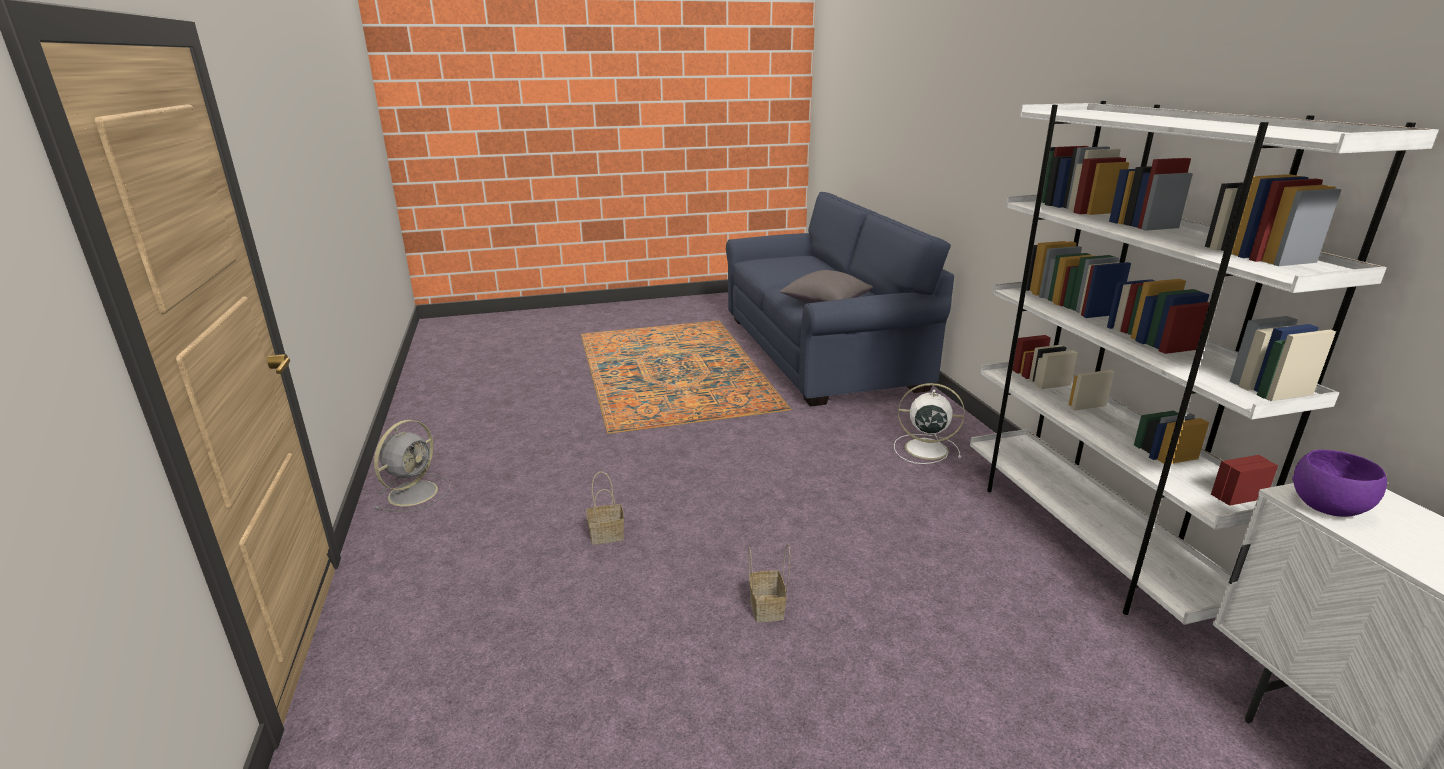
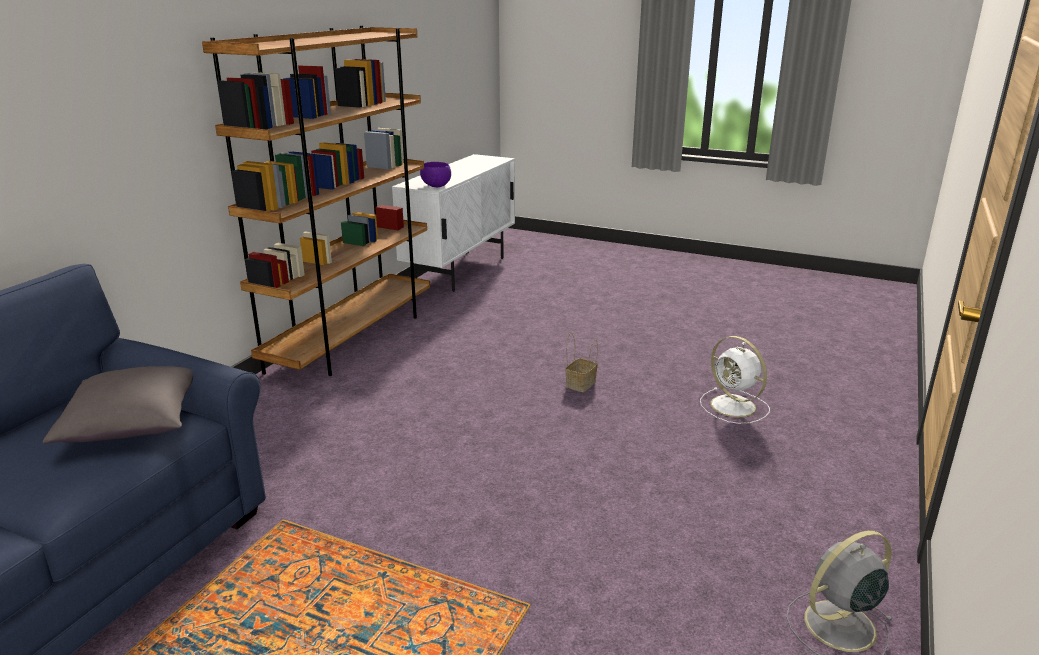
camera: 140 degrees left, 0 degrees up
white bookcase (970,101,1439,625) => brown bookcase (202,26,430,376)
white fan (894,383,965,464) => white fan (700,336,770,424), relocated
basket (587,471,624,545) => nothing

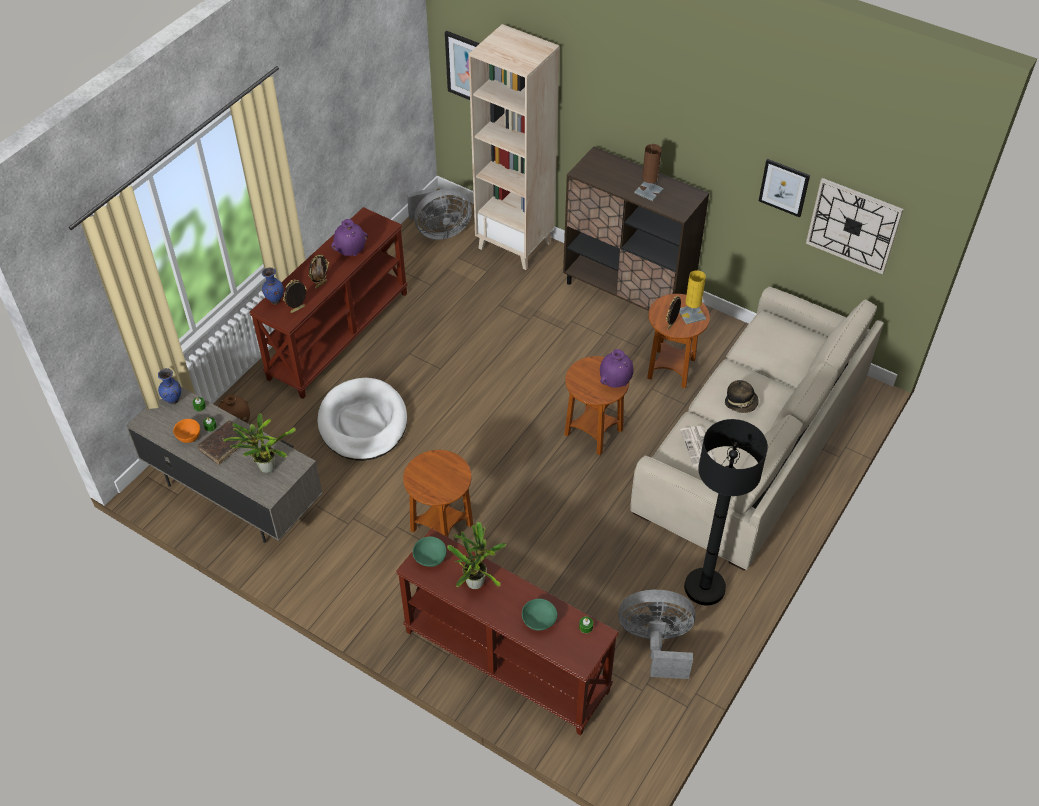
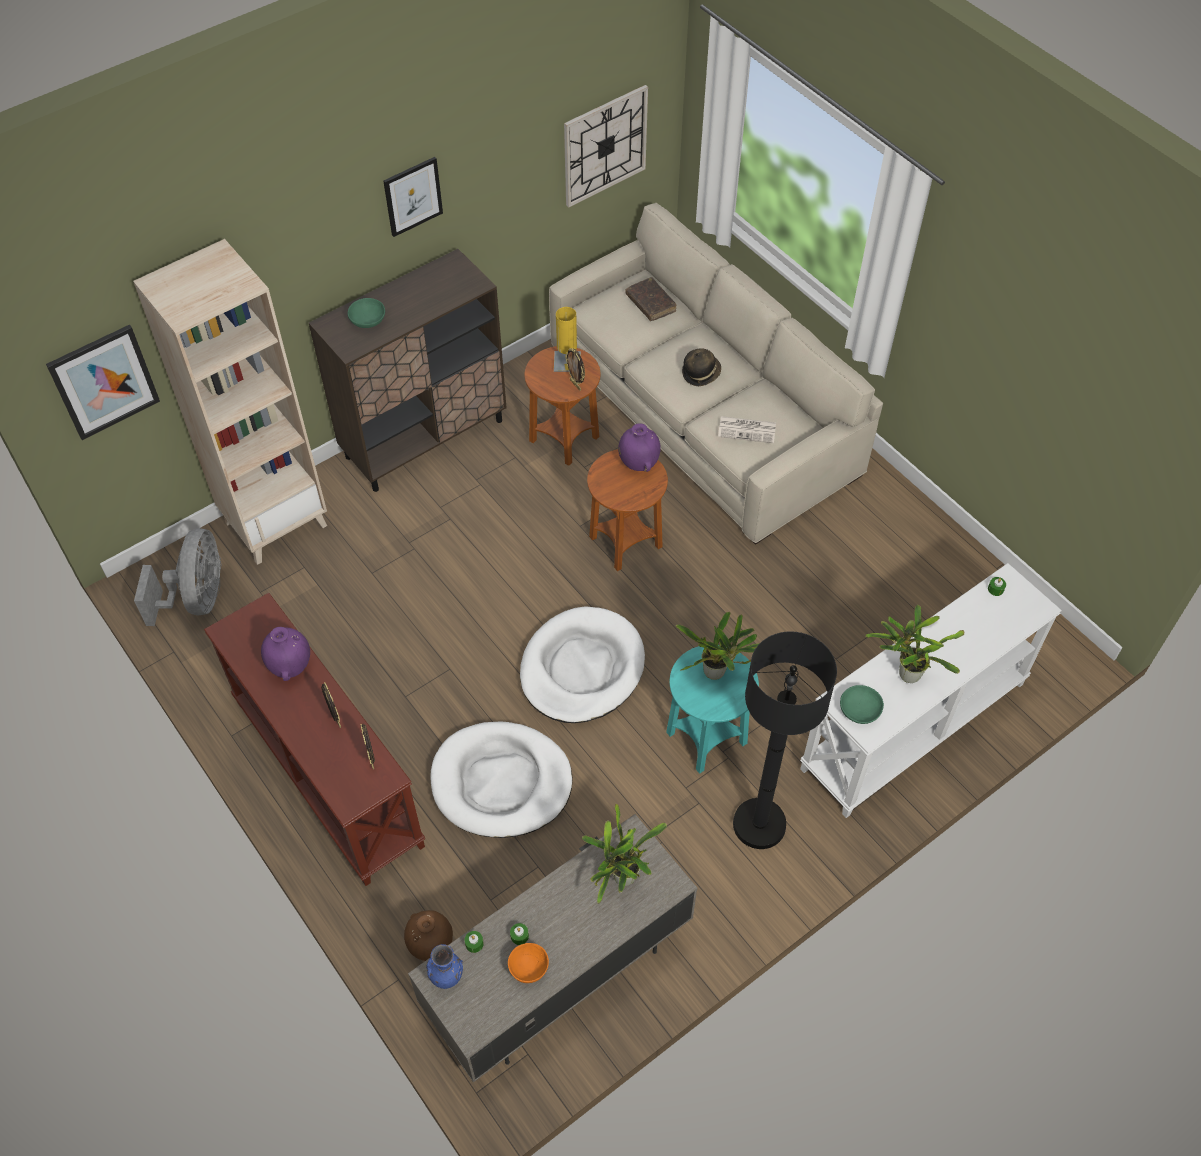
camera: 70 degrees left, 5 degrees up
brown table lamp (634,144,664,201) => nothing
picture (759,159,810,217) => picture (383,157,443,237), relocated
blue vase (262,267,284,305) => nothing
black floor lamp (684,419,768,606) => black floor lamp (733,631,837,849), relocated
brown book (197,420,250,465) => brown book (625,277,676,321), relocated
brown side table (403,450,473,538) => turquoise side table (666,646,759,774)
brown console table (396,528,619,735) => white console table (800,563,1062,818)
grey fan (618,590,696,679) => nothing
green bowl (522,599,557,631) => green bowl (347,298,385,328), relocated
nothing => white dog bed (520,606,645,723)
nothing => potted plant (676,612,760,680)

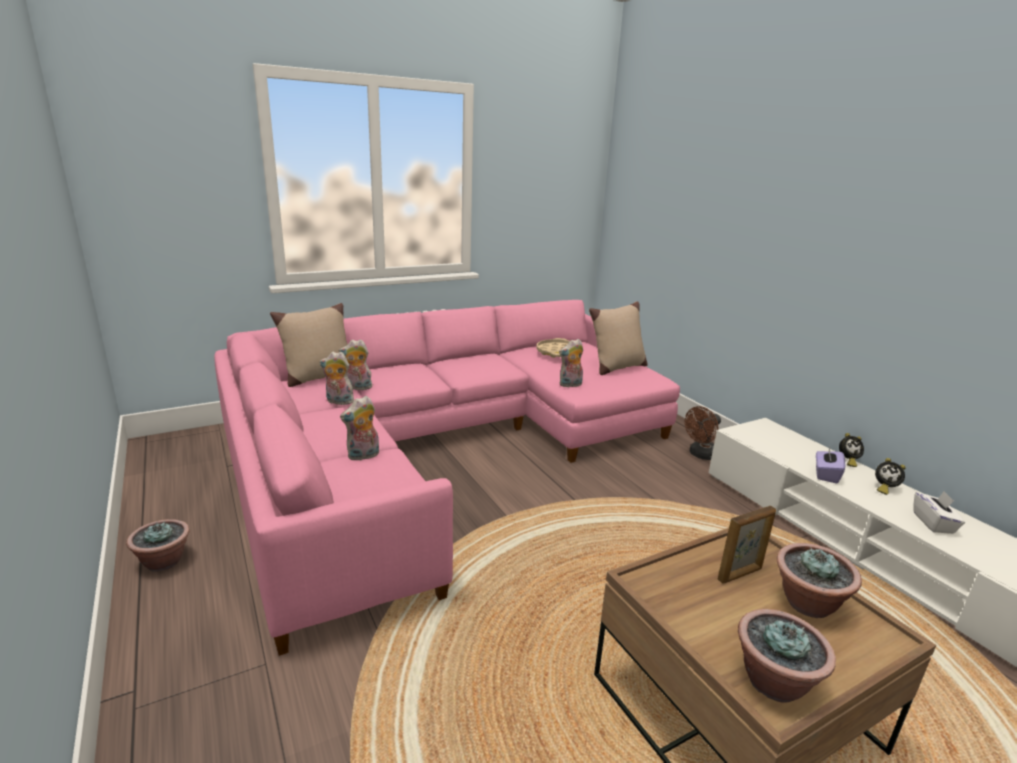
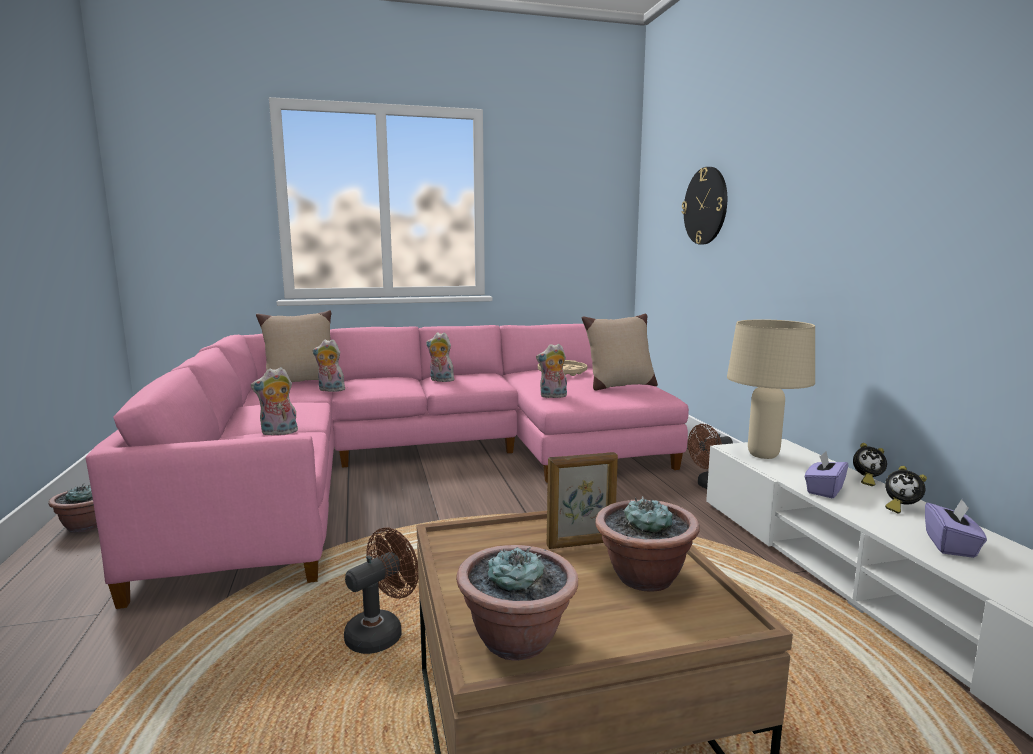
camera: 15 degrees right, 10 degrees down
plush toy (319,352,354,405) => plush toy (426,332,454,382), relocated
white tissue box (913,491,965,534) => purple tissue box (925,499,987,558)
nothing => wall clock (682,167,727,245)
nothing => beige table lamp (727,319,815,459)
nothing => brown fan (344,527,418,654)

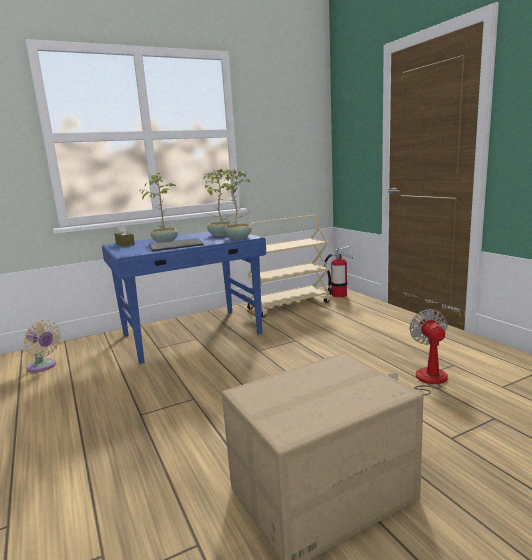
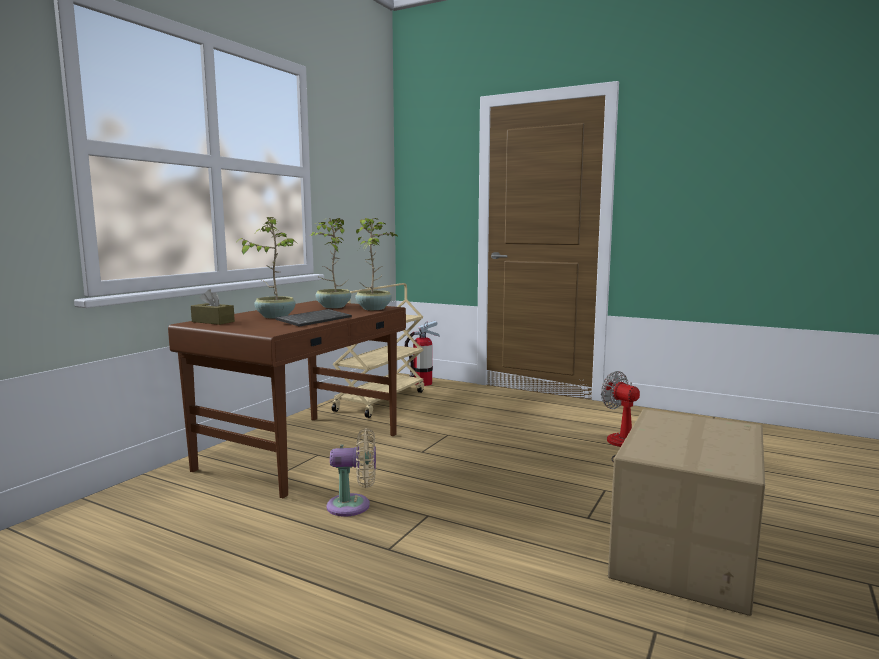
camera: 35 degrees left, 5 degrees down
blue desk (102,231,266,364) => brown desk (168,301,406,498)
beige fan (23,320,61,372) => beige fan (326,428,376,517), relocated

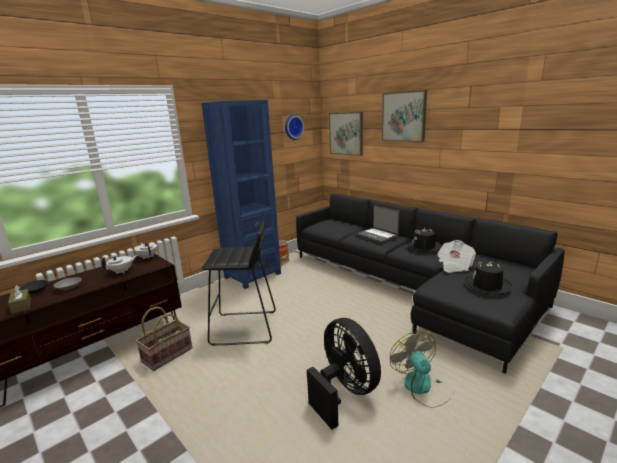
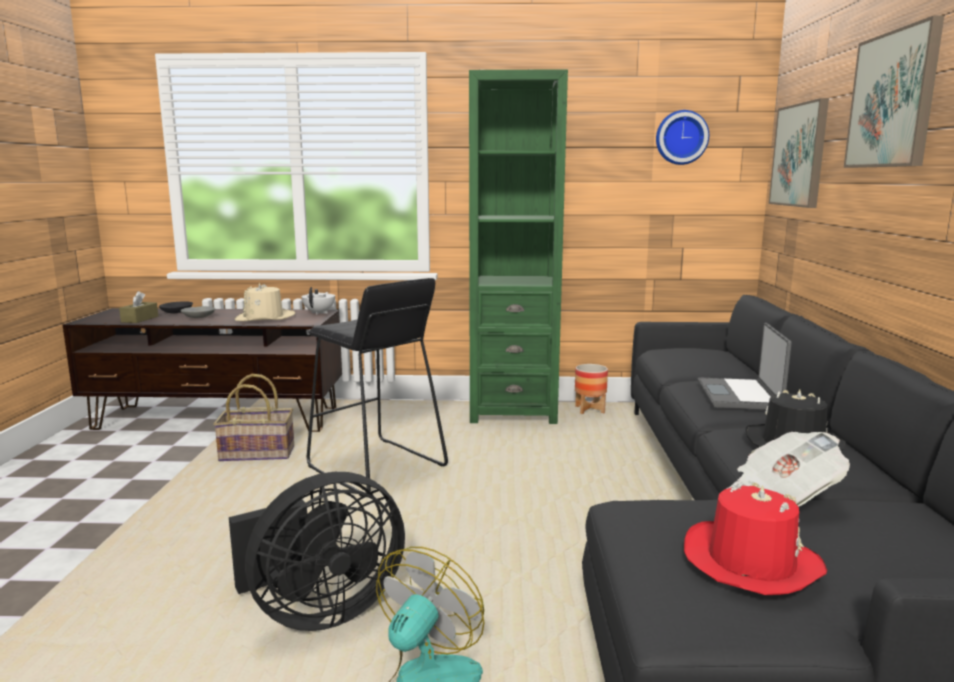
camera: 45 degrees right, 5 degrees down
blue bookcase (201,100,281,289) => green bookcase (469,69,568,424)
white teapot (101,255,137,274) => beige hat (235,282,295,321)
black hat (465,262,512,295) => red hat (684,482,827,595)
black fan (307,318,381,430) => black fan (229,472,405,631), 45 degrees clockwise

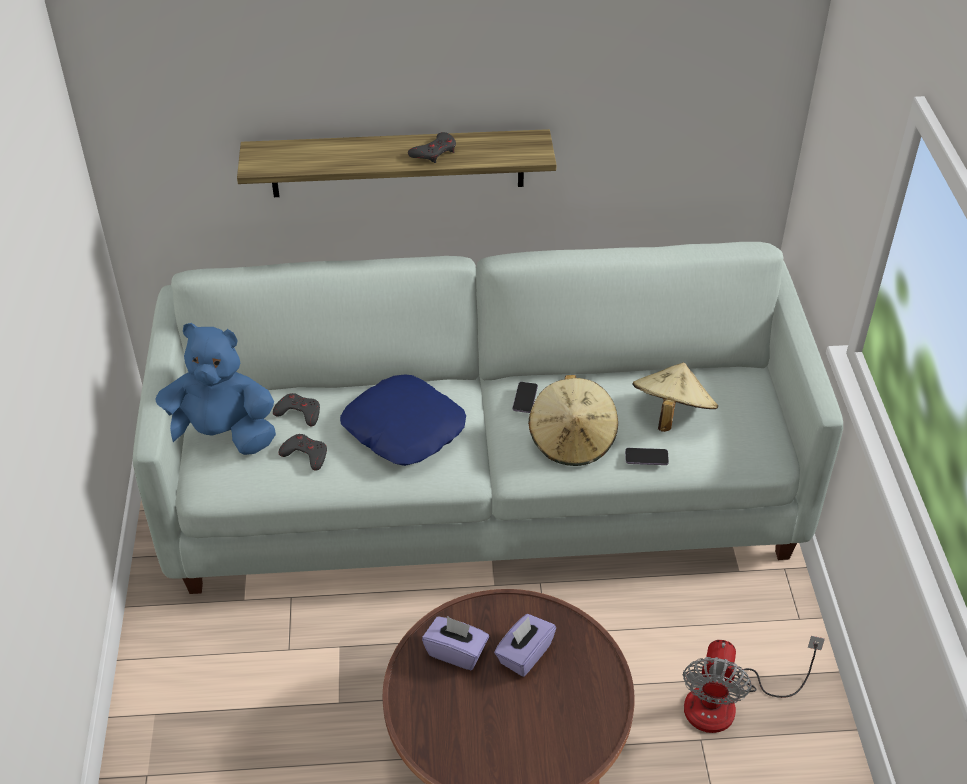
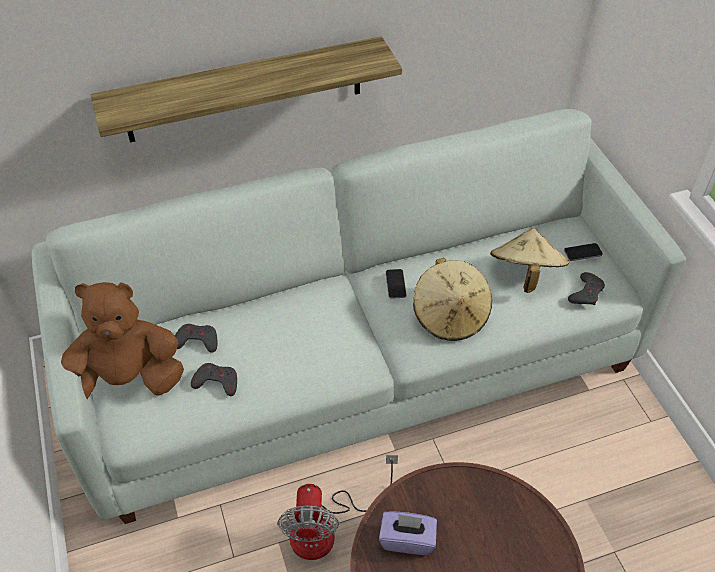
camera: 15 degrees left, 5 degrees up
grey game controller (408,132,456,163) => grey game controller (568,272,605,305), relocated
blue plush toy (155,323,276,455) => brown plush toy (61,282,184,399)
blue pillow (340,374,466,466) => nothing
phone (625,448,669,465) => phone (564,243,603,261), relocated
purple tissue box (494,614,556,677) => nothing
fan (682,636,825,733) => fan (277,455,398,560), relocated

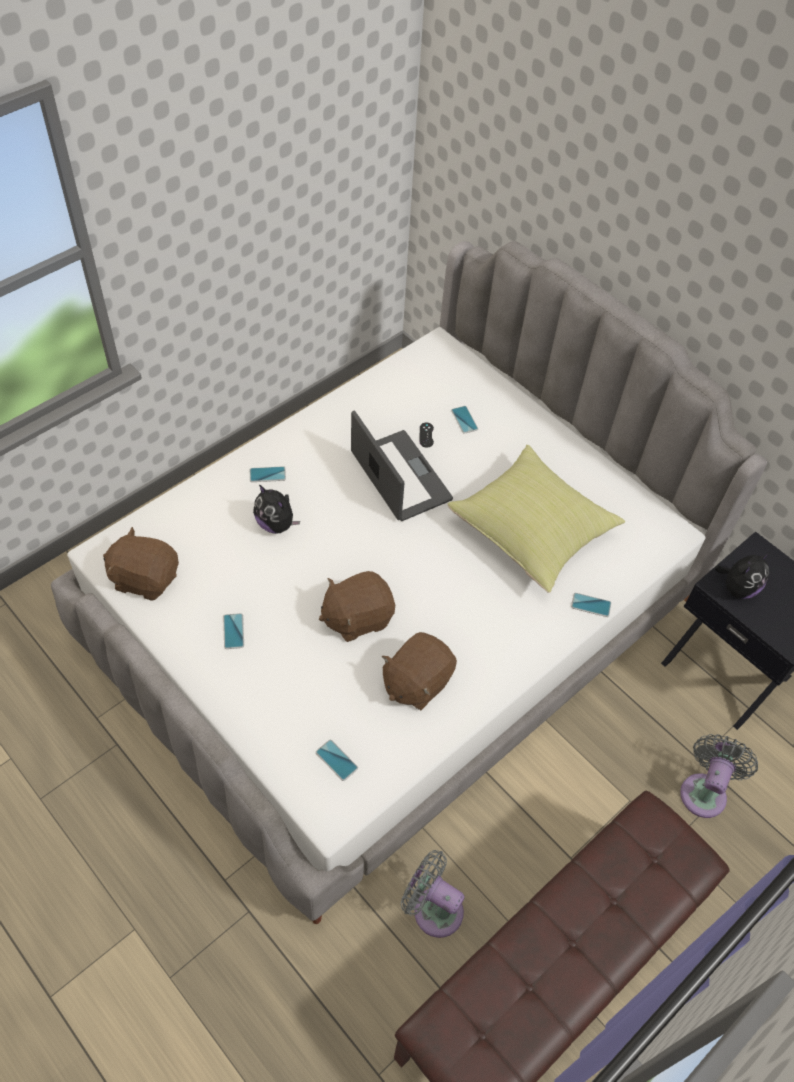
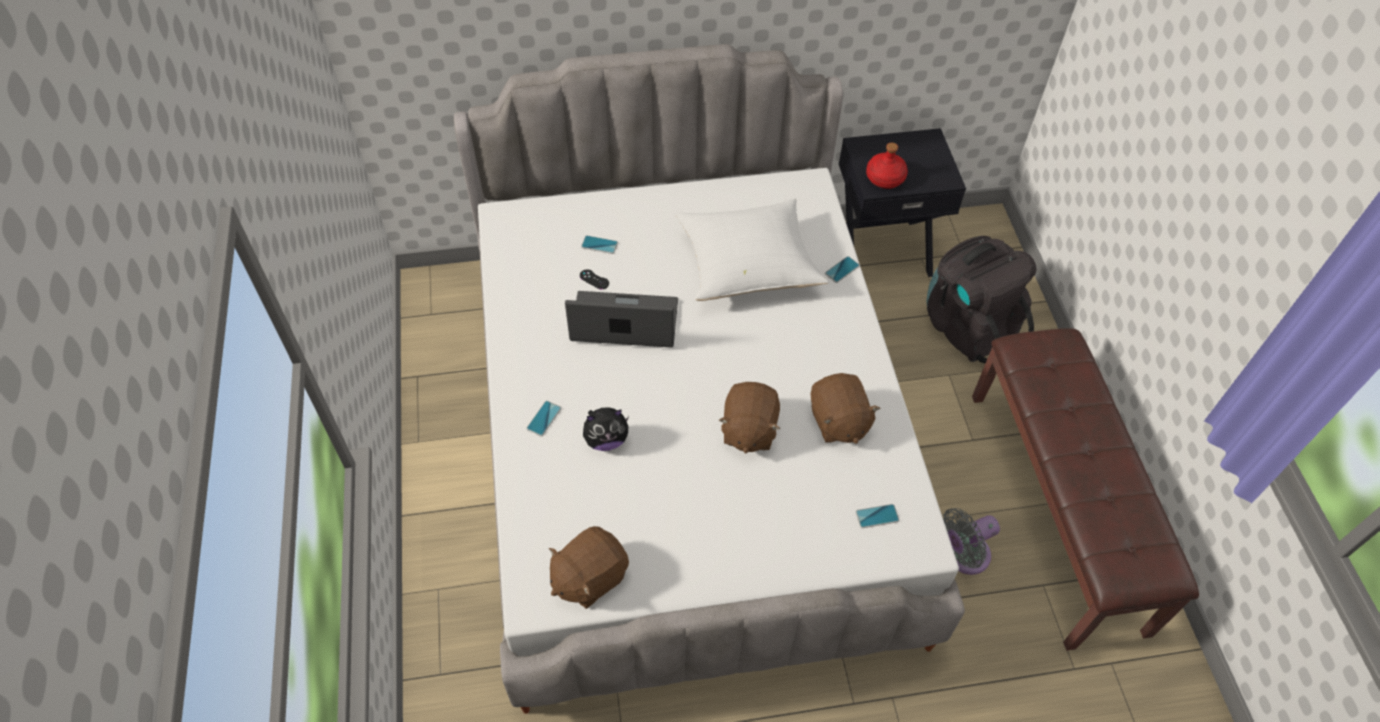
camera: 55 degrees left, 0 degrees up
yellow pillow (447,445,625,593) => white pillow (675,199,829,301)
plush toy (715,552,770,599) => red bottle (866,143,908,189)
phone (223,613,244,649) => nothing
grey fan (680,734,758,818) => black backpack (926,236,1036,364)

